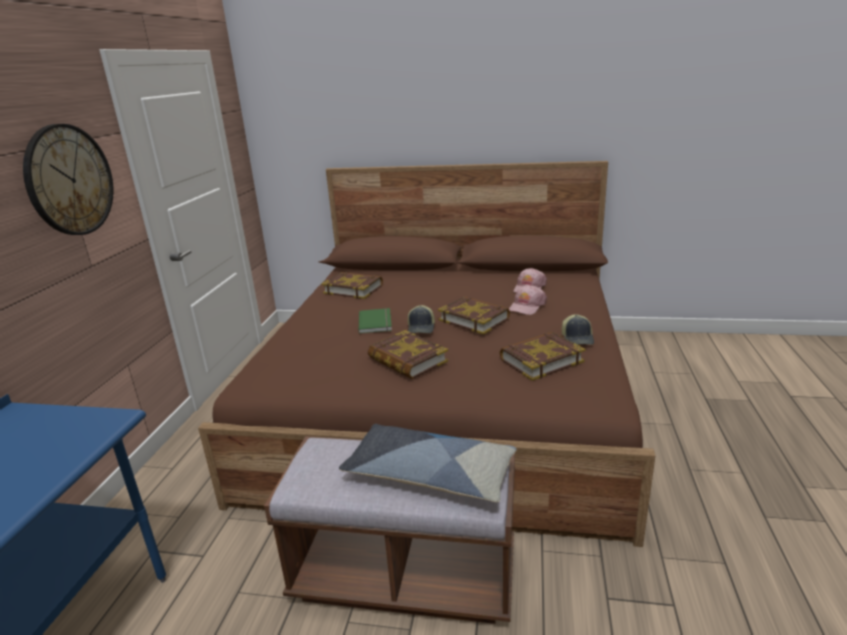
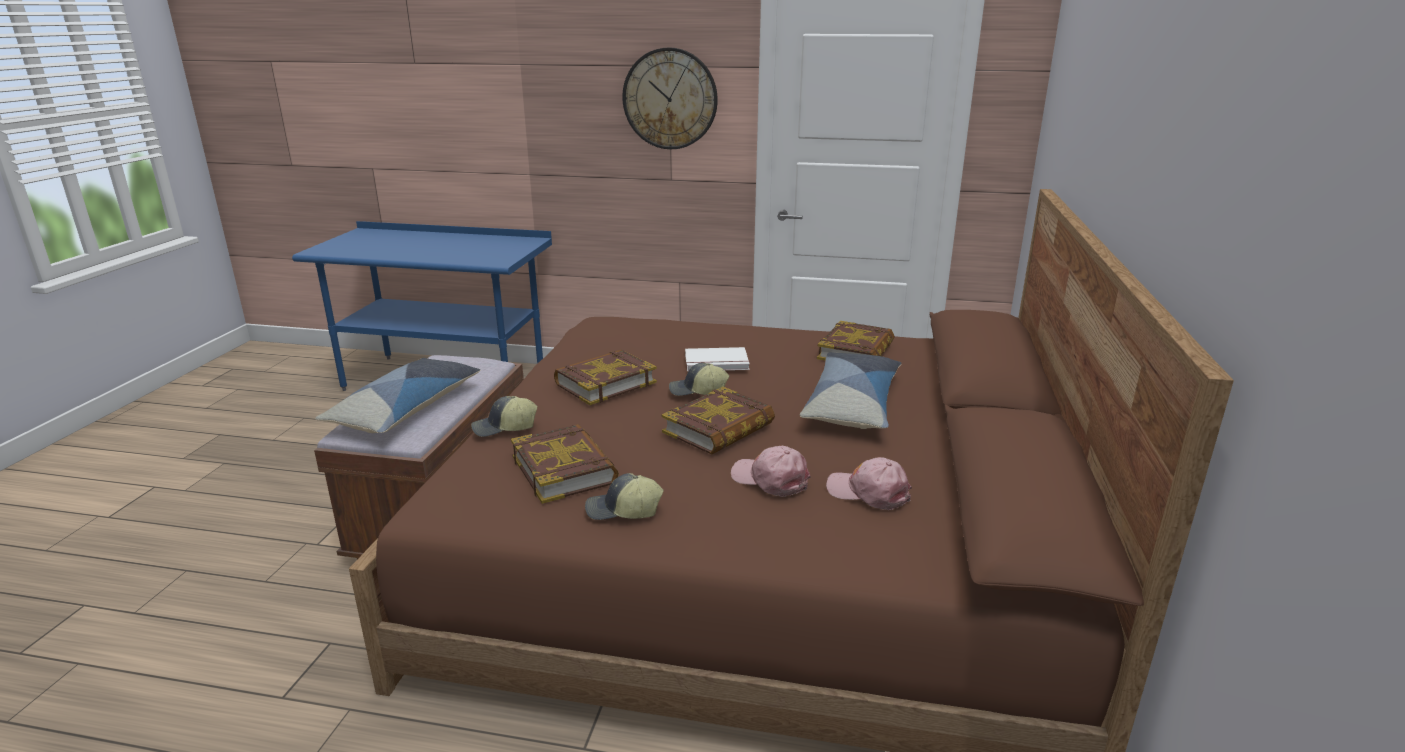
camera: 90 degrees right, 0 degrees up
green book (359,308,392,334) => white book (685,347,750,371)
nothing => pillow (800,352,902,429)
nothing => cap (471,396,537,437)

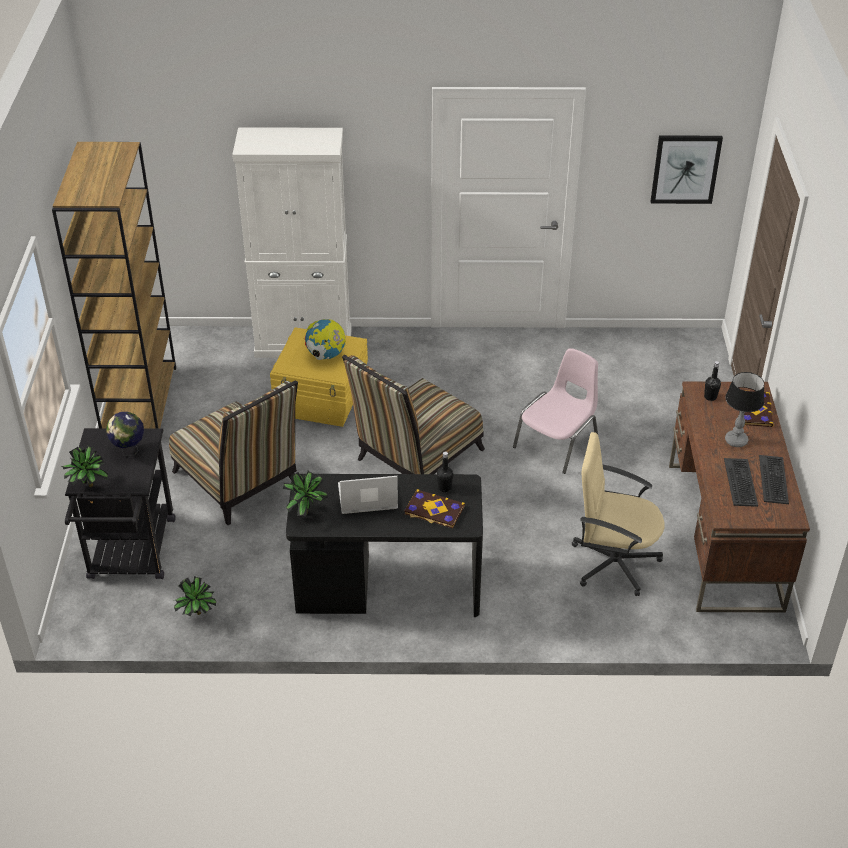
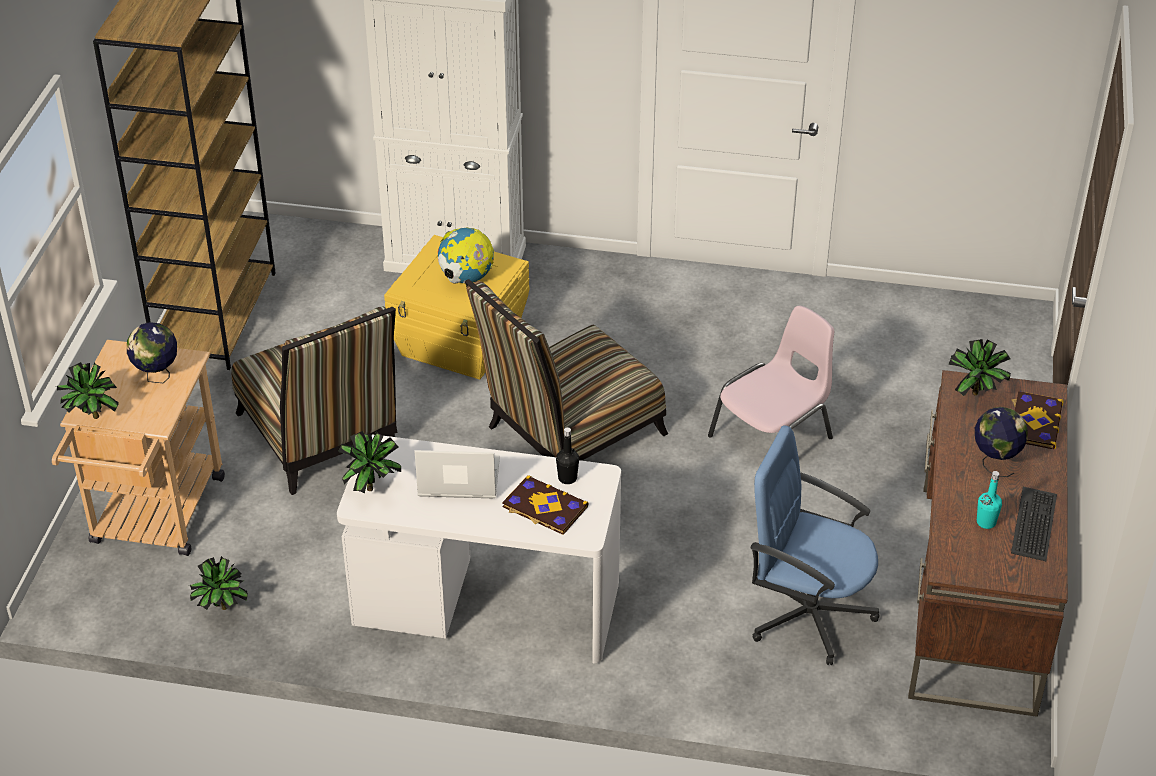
camera: 10 degrees right, 0 degrees up
picture (650,136,723,204) => nothing
black bottle (704,361,721,401) => potted plant (948,339,1011,396)
table lamp (725,372,764,447) => globe (975,407,1028,477)
black cart (65,428,175,579) => beige cart (52,340,225,556)
beige office chair (572,432,665,596) => blue office chair (751,425,880,665)
keyboard (724,458,758,507) => turquoise bottle (977,471,1002,529)
black desk (286,474,483,617) => white desk (337,435,621,663)

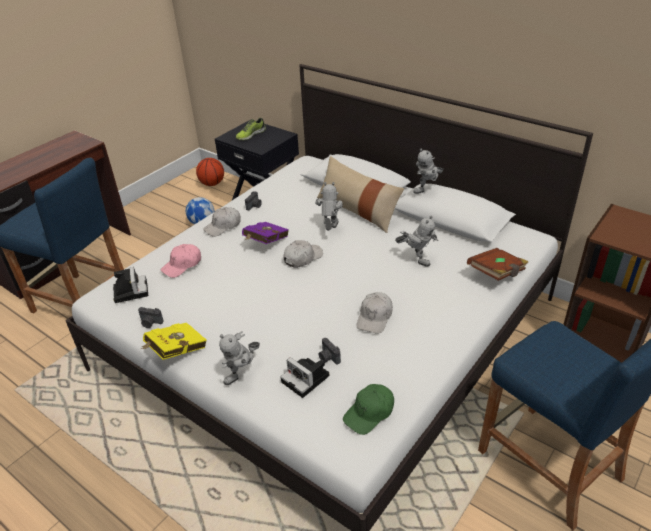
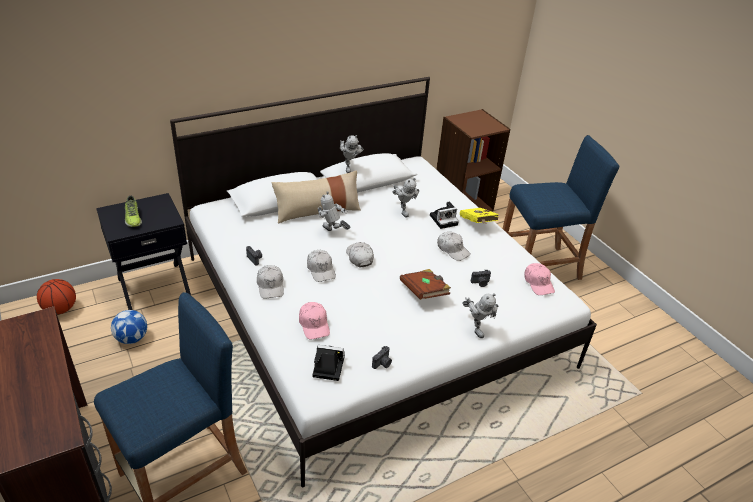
camera: 70 degrees left, 0 degrees up
toy robot (395,216,438,266) => toy robot (392,178,419,217), 90 degrees clockwise
purple book (242,222,289,244) => white cap (307,250,336,282)
brown book (467,248,528,281) => brown book (400,269,451,300), relocated
yellow book (140,323,207,360) => yellow book (460,208,498,224), relocated
photo camera (281,357,329,398) => photo camera (430,202,459,229), relocated
green cap (343,384,394,435) => pink cap (524,263,555,295)

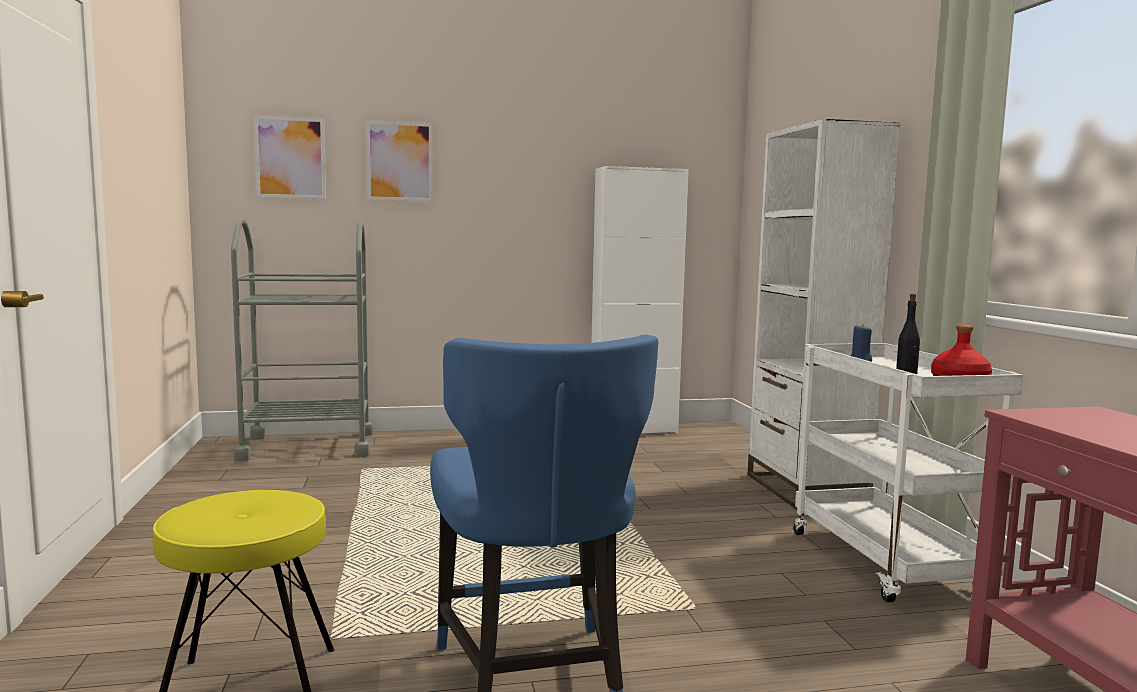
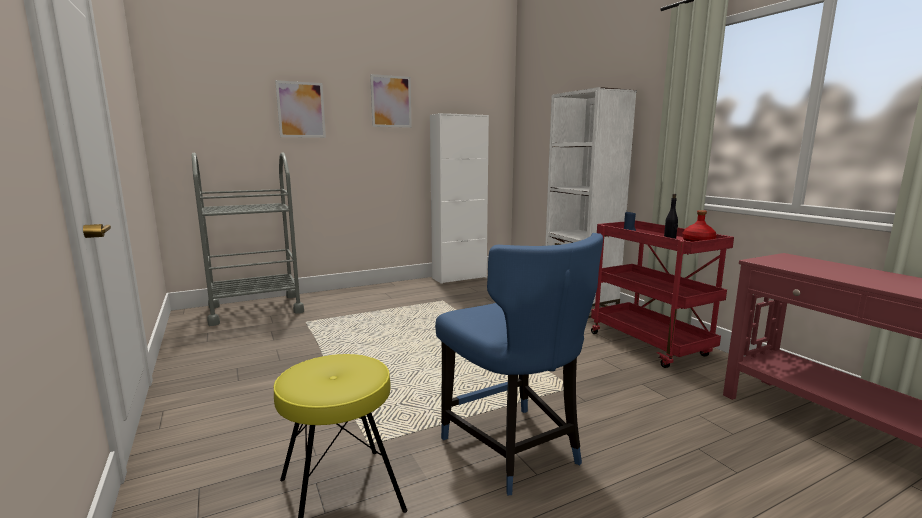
camera: 15 degrees left, 5 degrees up
picture (254,115,326,199) => picture (370,74,412,128), relocated
white cart (794,343,1023,602) => red cart (591,221,734,368)

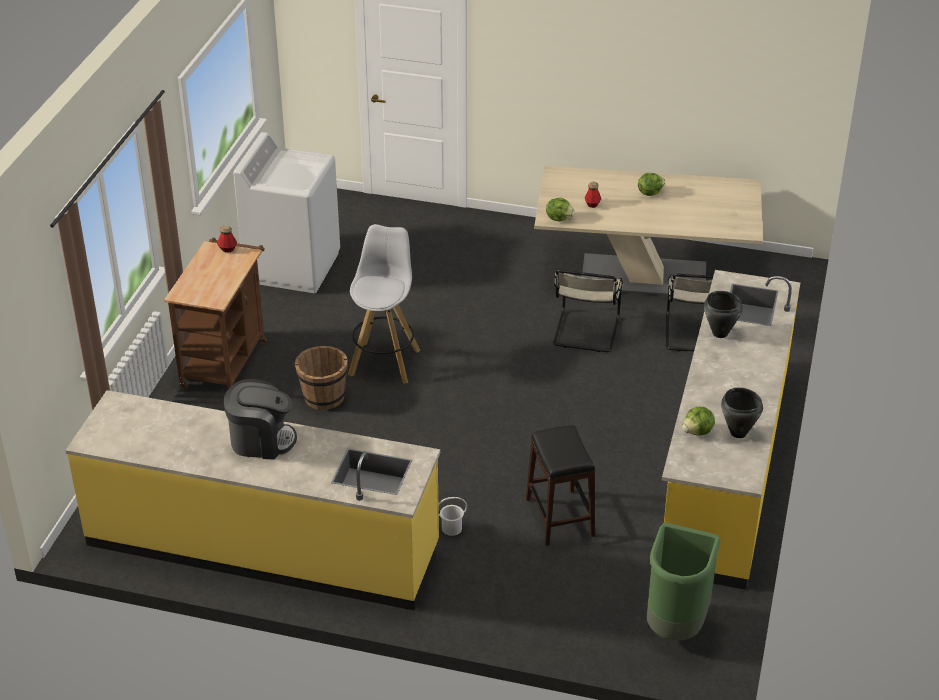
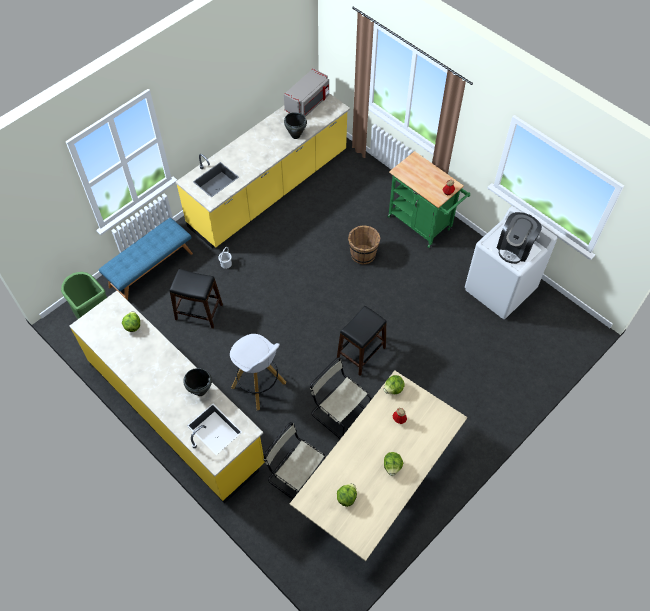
camera: 120 degrees right, 20 degrees up
white stool (348,224,420,384) => white stool (230,334,286,410), relocated
brown cart (164,238,267,389) => green cart (388,151,470,248)
coffee machine (224,379,297,459) => coffee machine (497,212,542,264), relocated
black cooking pot (721,387,763,438) => black cooking pot (284,112,307,139), relocated
nothing => grey microwave (284,68,329,117)
nothing => blue bench (99,218,193,301)
nothing => black stool (337,306,387,376)
nothing => lettuce (337,483,357,507)

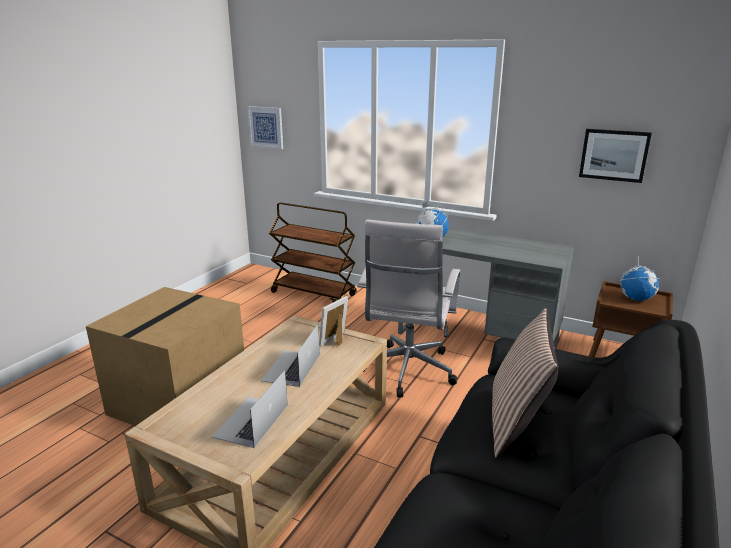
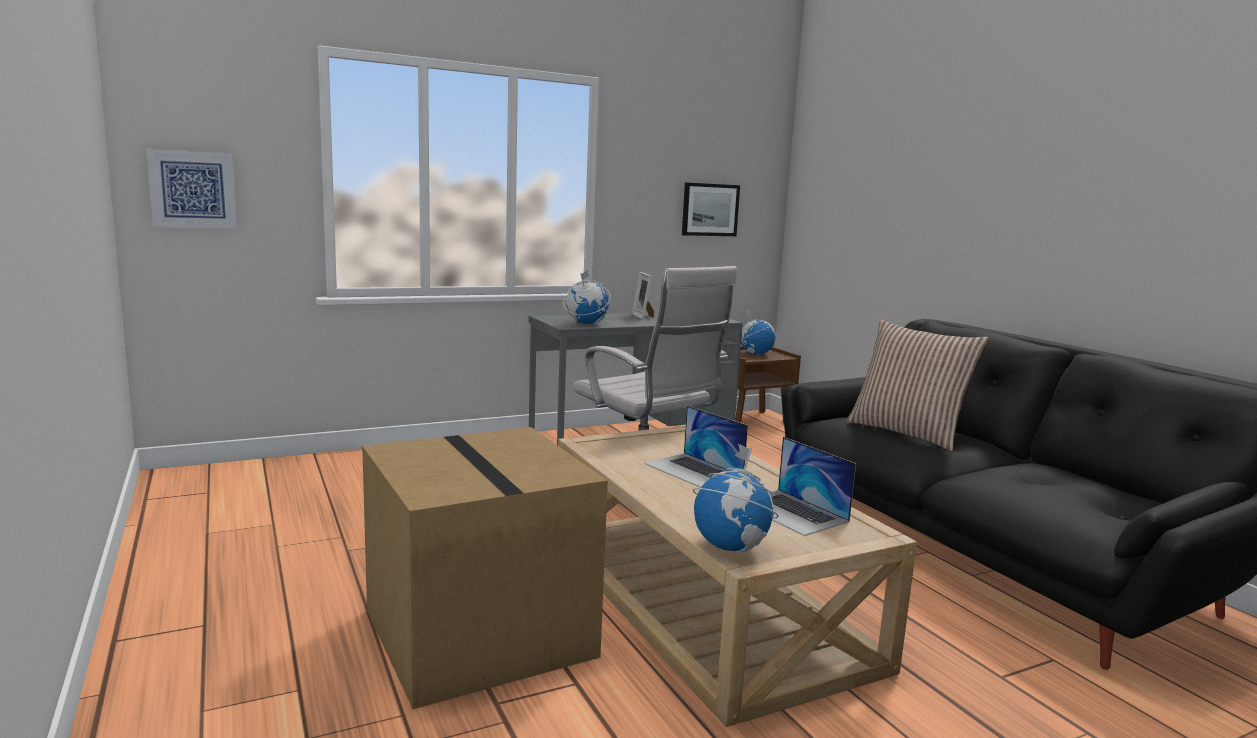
camera: 55 degrees left, 10 degrees down
brown cart (269,202,357,302) => nothing
picture frame (319,296,348,346) => picture frame (632,272,654,319), relocated
nothing => globe (693,444,779,553)

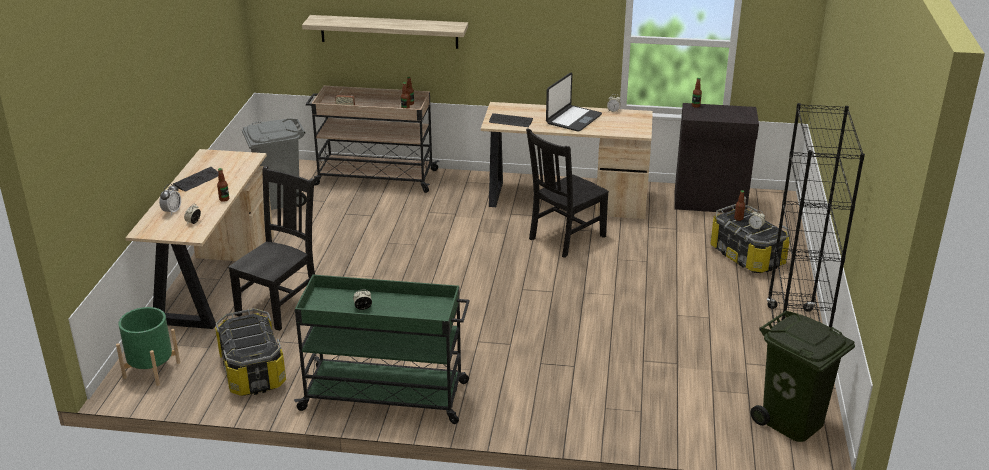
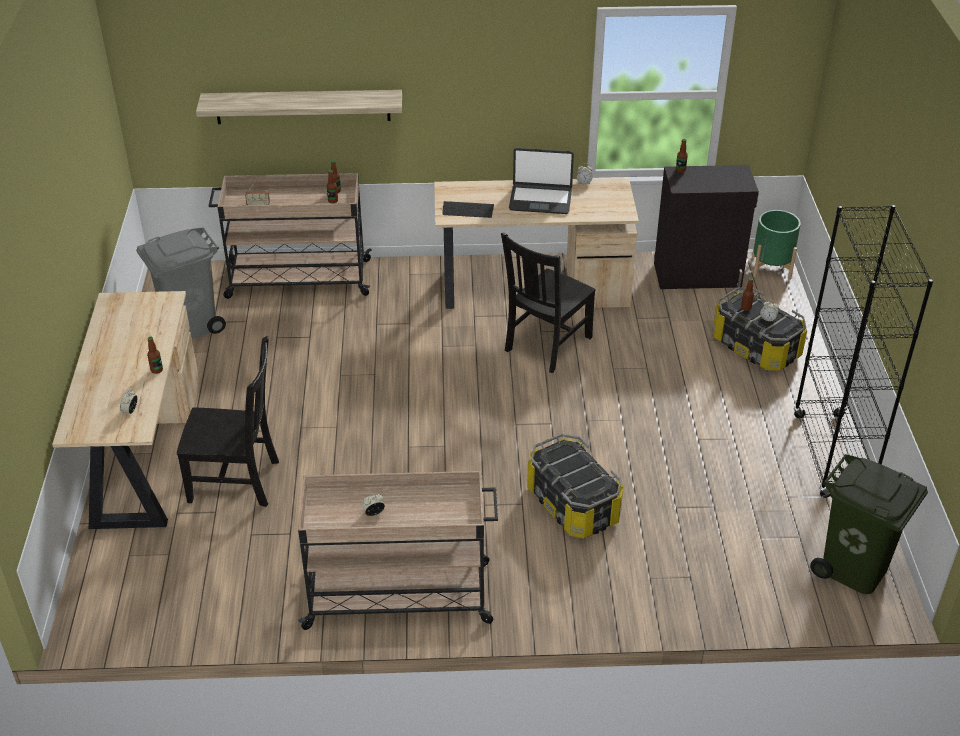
camera: 10 degrees left, 10 degrees up
laptop (546,73,602,132) => laptop (509,148,574,214), 75 degrees clockwise
black chair (228,165,315,331) => black chair (177,336,279,507), 75 degrees clockwise
keyboard (173,167,219,191) => nothing
alarm clock (159,183,181,215) => nothing
green cart (294,275,469,424) => beige cart (298,471,498,630)
green planter (116,307,180,386) => green planter (752,210,801,280), relocated
storage box (215,308,286,396) => storage box (527,434,623,538), relocated

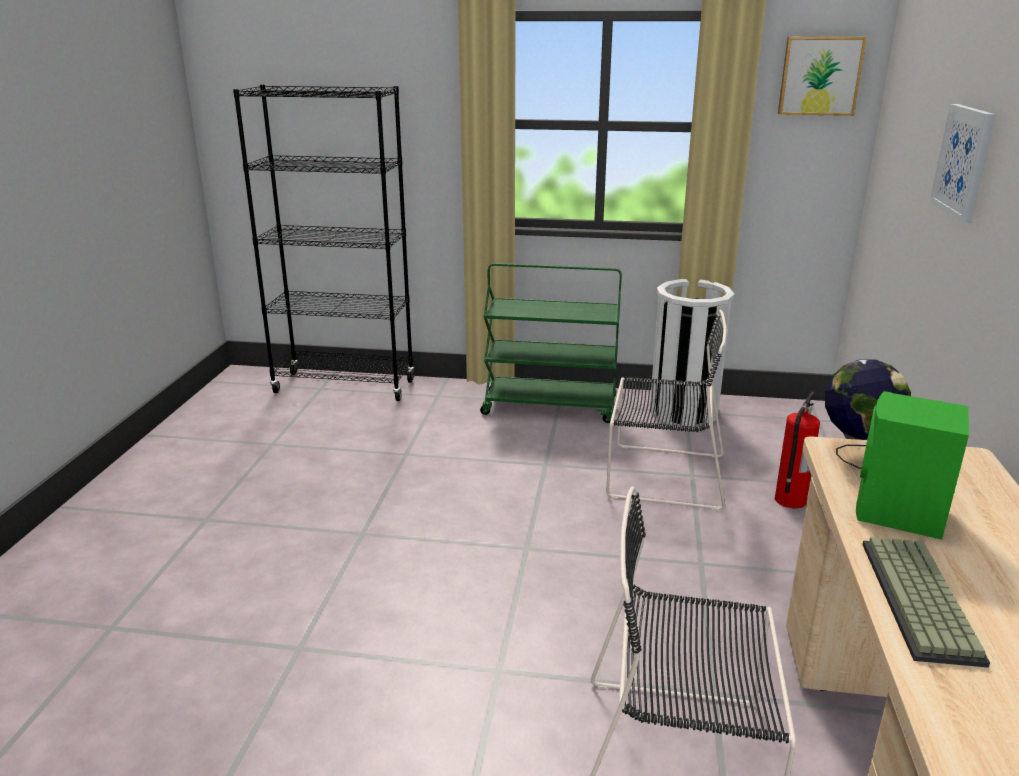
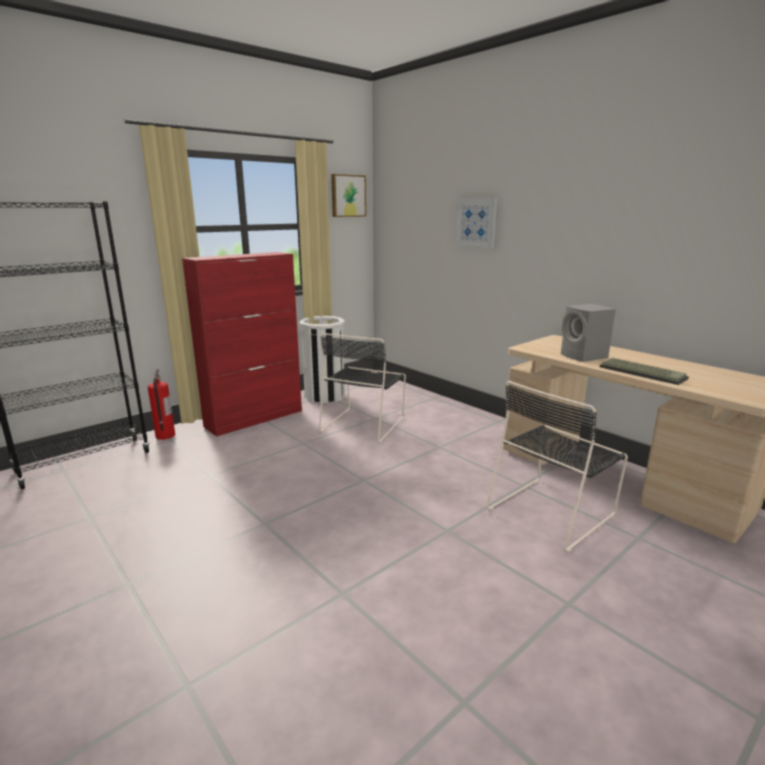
camera: 50 degrees left, 5 degrees down
green cart (480,263,622,423) => red cabinet (182,252,302,436)
black chair (606,310,727,511) => black chair (319,333,406,443), 150 degrees clockwise
globe (825,360,911,469) => nothing
green speaker (856,391,969,540) => grey speaker (561,304,616,362)
fire extinguisher (775,392,820,509) => fire extinguisher (148,369,175,440), relocated

